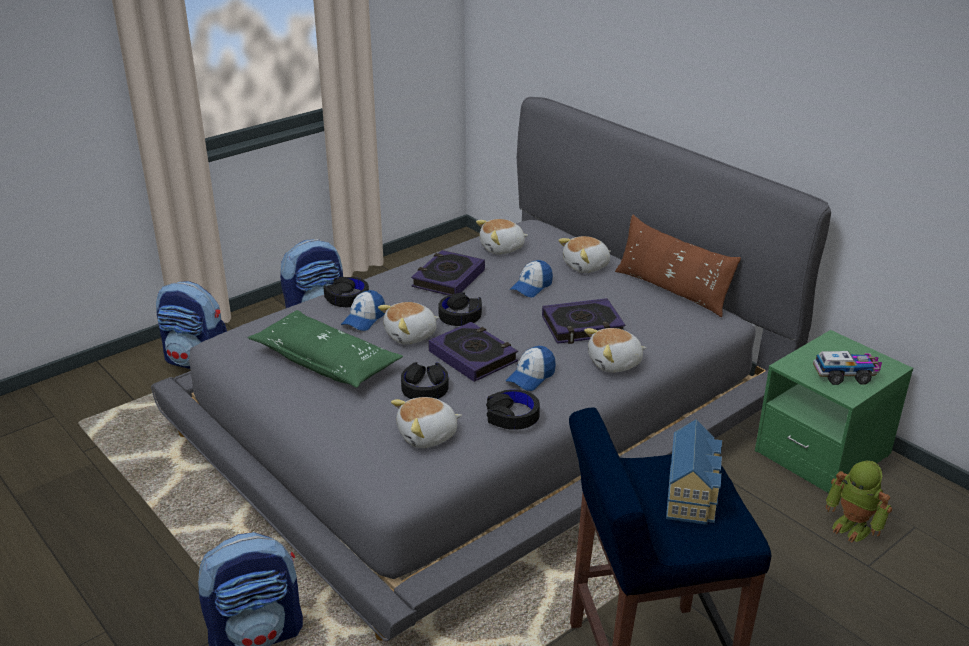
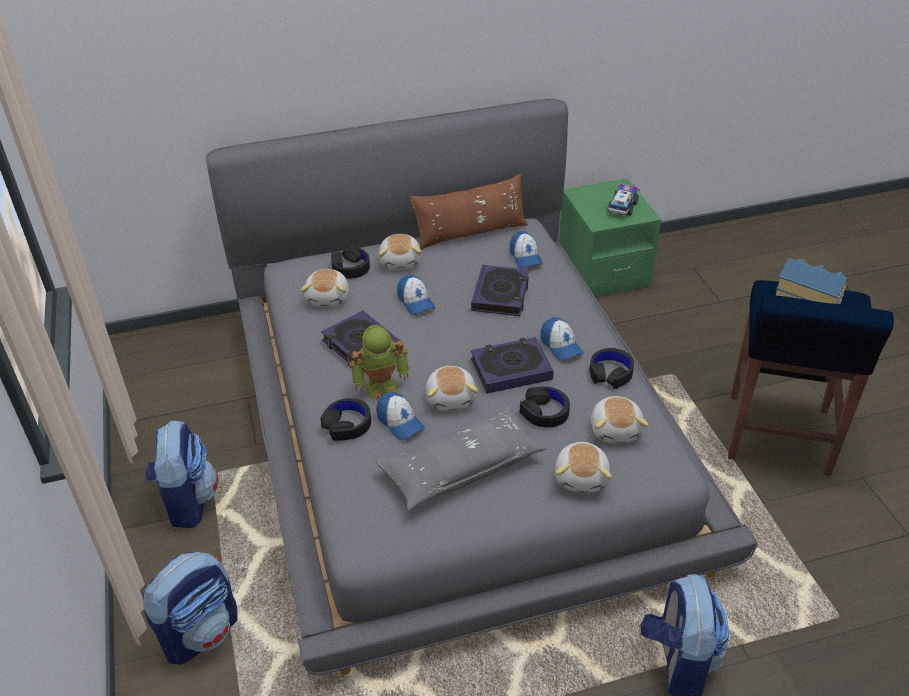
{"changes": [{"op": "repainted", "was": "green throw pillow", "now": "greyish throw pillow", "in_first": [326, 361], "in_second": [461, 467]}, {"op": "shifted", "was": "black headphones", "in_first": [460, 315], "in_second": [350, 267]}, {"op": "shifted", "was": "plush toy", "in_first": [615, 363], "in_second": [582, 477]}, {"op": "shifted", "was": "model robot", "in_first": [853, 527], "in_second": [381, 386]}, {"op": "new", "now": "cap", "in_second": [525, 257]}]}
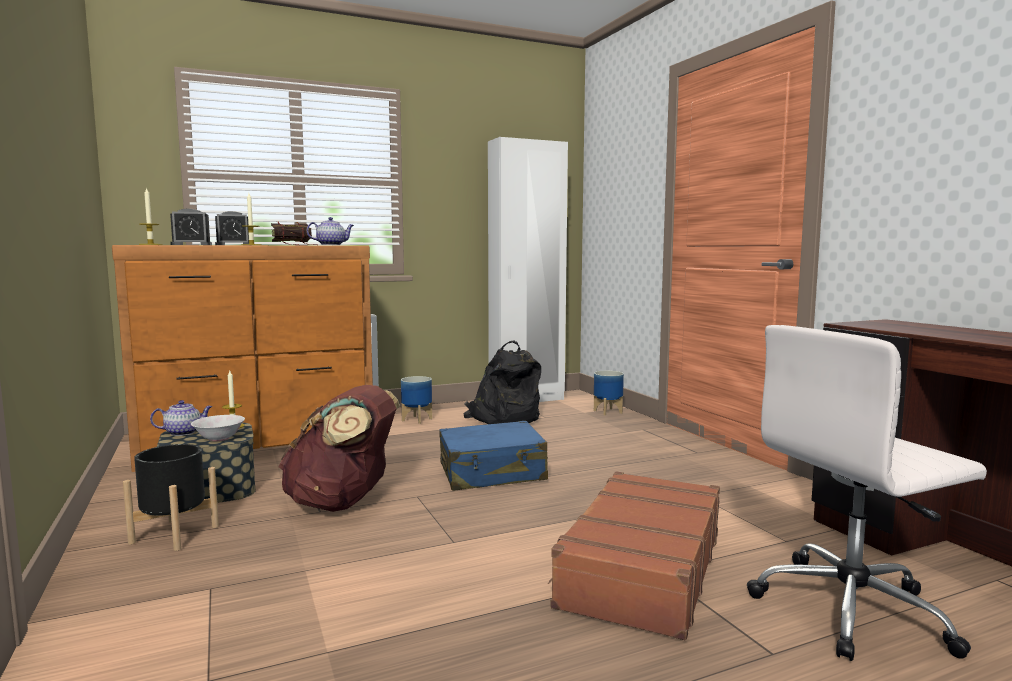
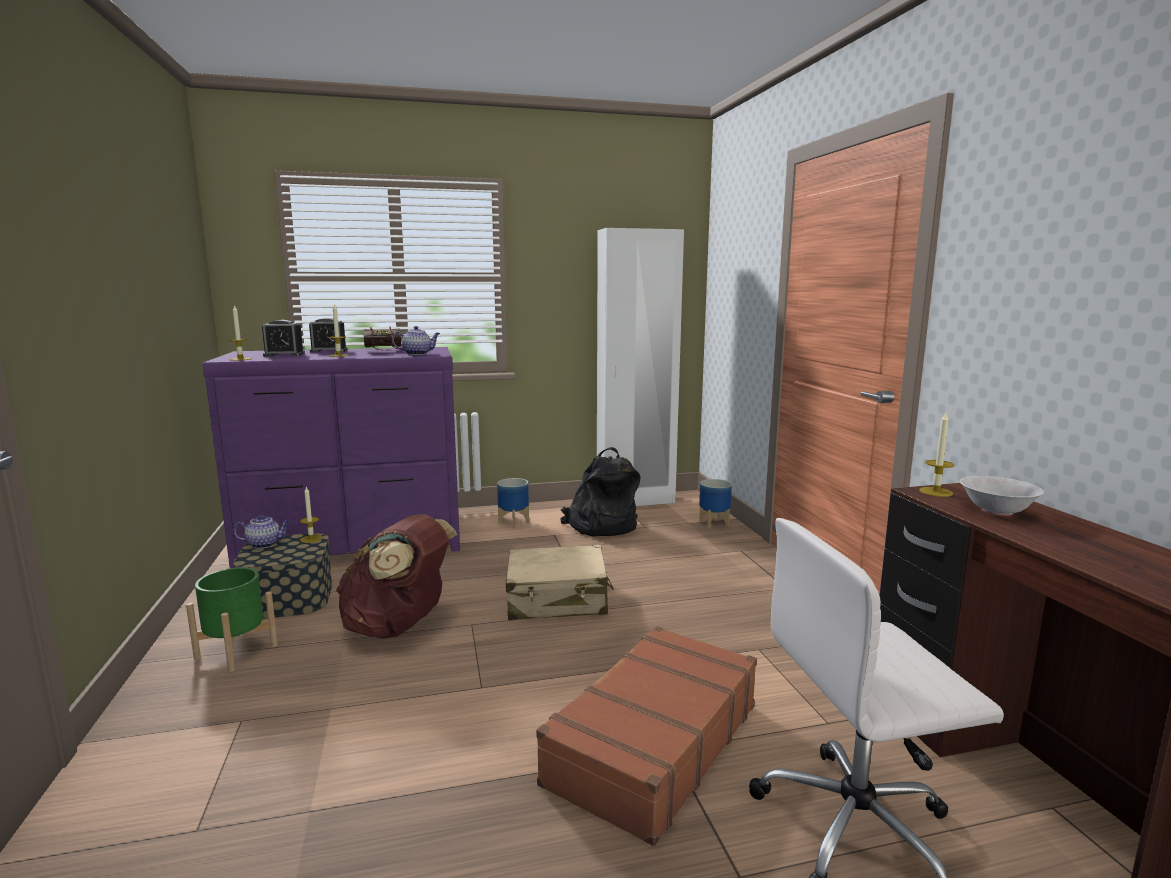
{"changes": [{"op": "repainted", "was": "brown-coloured chest of drawers", "now": "purple chest of drawers", "in_first": [259, 443], "in_second": [354, 543]}, {"op": "repainted", "was": "black plant pot", "now": "green plant pot", "in_first": [175, 534], "in_second": [236, 652]}, {"op": "shifted", "was": "white deep dish", "in_first": [219, 438], "in_second": [996, 511]}, {"op": "repainted", "was": "blue suitcase", "now": "beige suitcase", "in_first": [492, 473], "in_second": [557, 599]}, {"op": "new", "now": "candle", "in_second": [936, 492]}]}
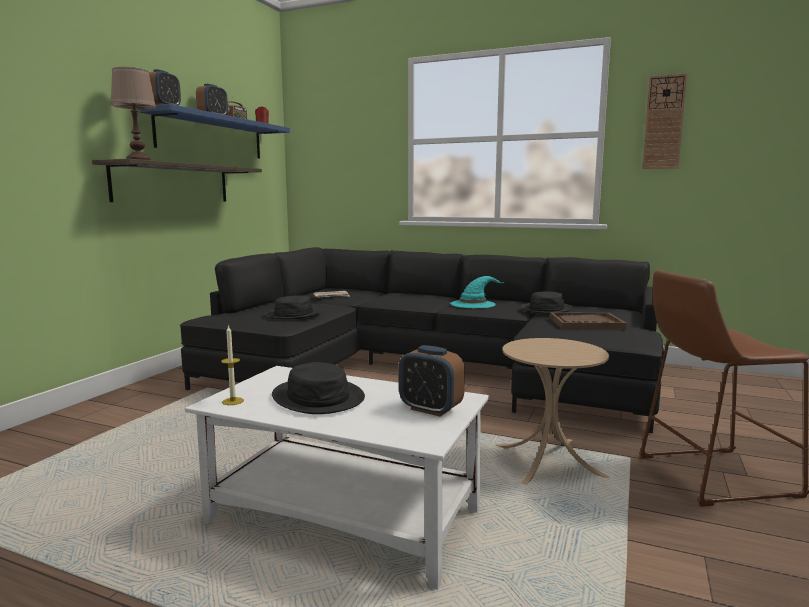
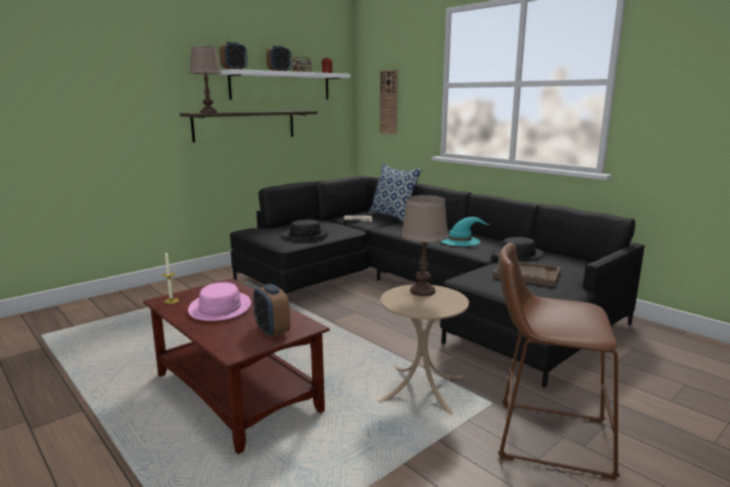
{"changes": [{"op": "repainted", "was": "blue shelf", "now": "white shelf", "in_first": [211, 136], "in_second": [281, 86]}, {"op": "repainted", "was": "white coffee table", "now": "brown-coloured coffee table", "in_first": [346, 517], "in_second": [237, 393]}, {"op": "repainted", "was": "black clothing hat", "now": "pink clothing hat", "in_first": [318, 397], "in_second": [220, 308]}, {"op": "shifted", "was": "wall clock", "in_first": [663, 122], "in_second": [389, 102]}, {"op": "new", "now": "throw pillow", "in_second": [393, 217]}, {"op": "new", "now": "brown-coloured tabletop lamp", "in_second": [422, 291]}]}
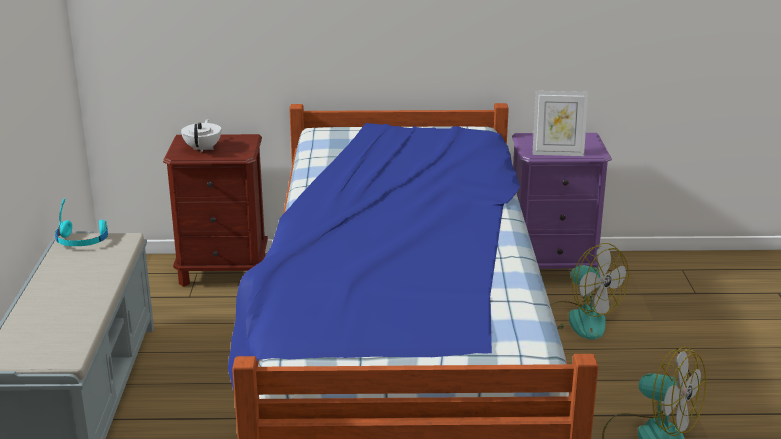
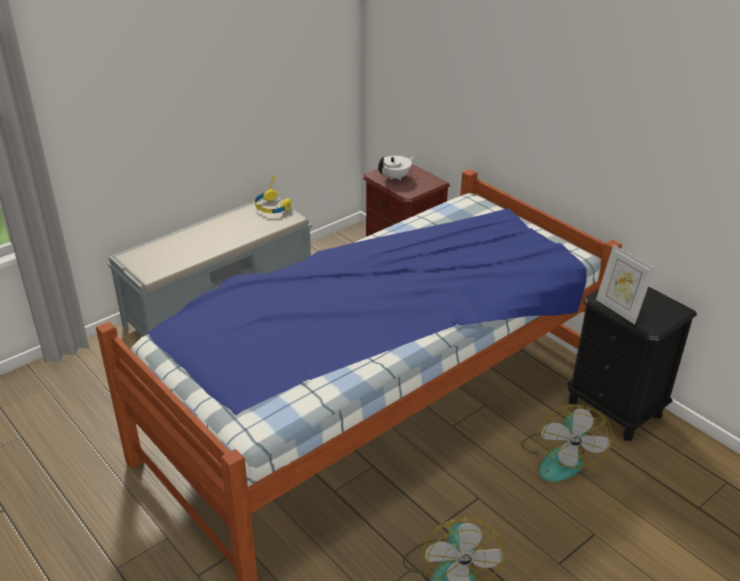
{"changes": [{"op": "repainted", "was": "blue-green headphones", "now": "yellow-coloured headphones", "in_first": [82, 240], "in_second": [272, 207]}, {"op": "repainted", "was": "purple bedside table", "now": "black bedside table", "in_first": [552, 269], "in_second": [614, 408]}]}
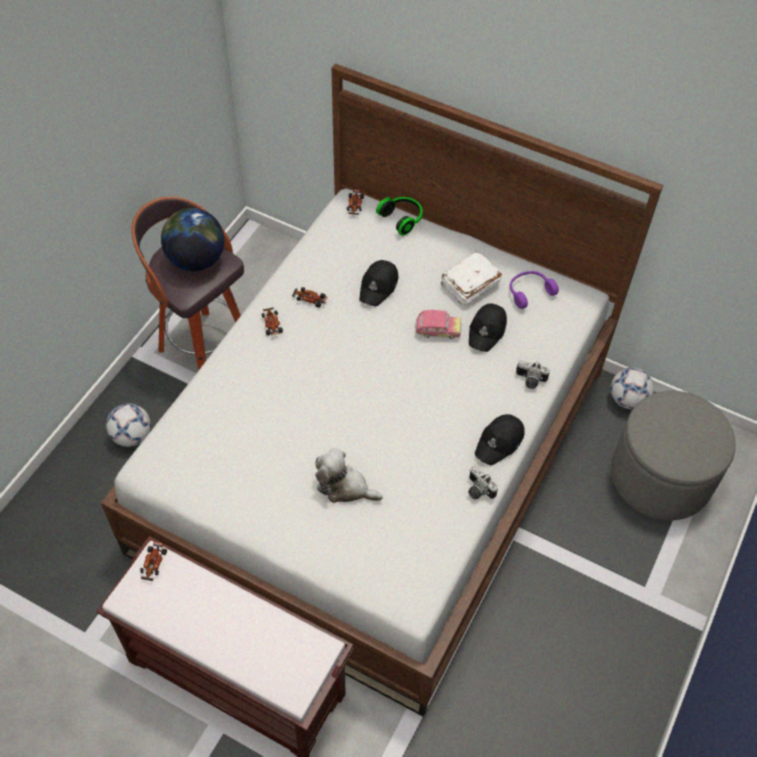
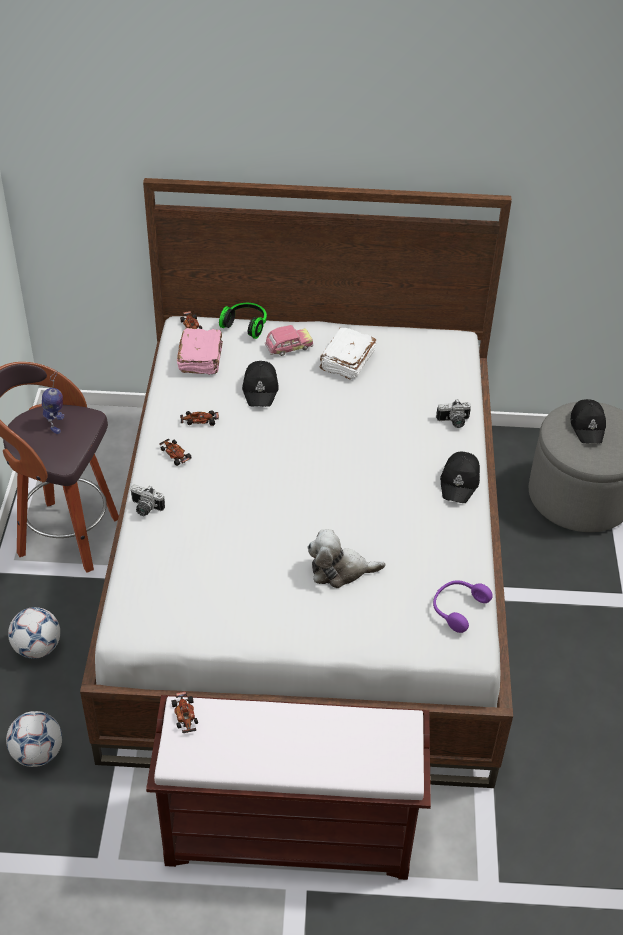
{"changes": [{"op": "swapped", "was": "world globe", "now": "model robot", "in_first": [196, 260], "in_second": [56, 424]}, {"op": "shifted", "was": "miniature car", "in_first": [437, 330], "in_second": [289, 347]}, {"op": "shifted", "was": "still camera", "in_first": [477, 490], "in_second": [145, 508]}, {"op": "shifted", "was": "black cap", "in_first": [487, 330], "in_second": [588, 426]}, {"op": "shifted", "was": "purple headphones", "in_first": [529, 292], "in_second": [457, 608]}, {"op": "shifted", "was": "football ball", "in_first": [627, 400], "in_second": [38, 753]}, {"op": "new", "now": "pink book", "in_second": [201, 359]}]}
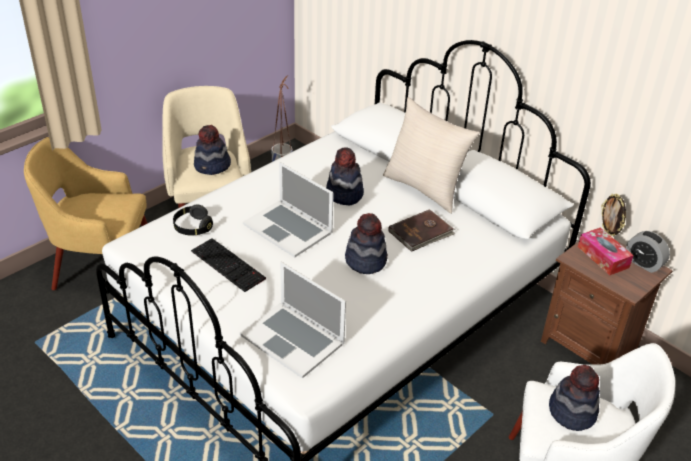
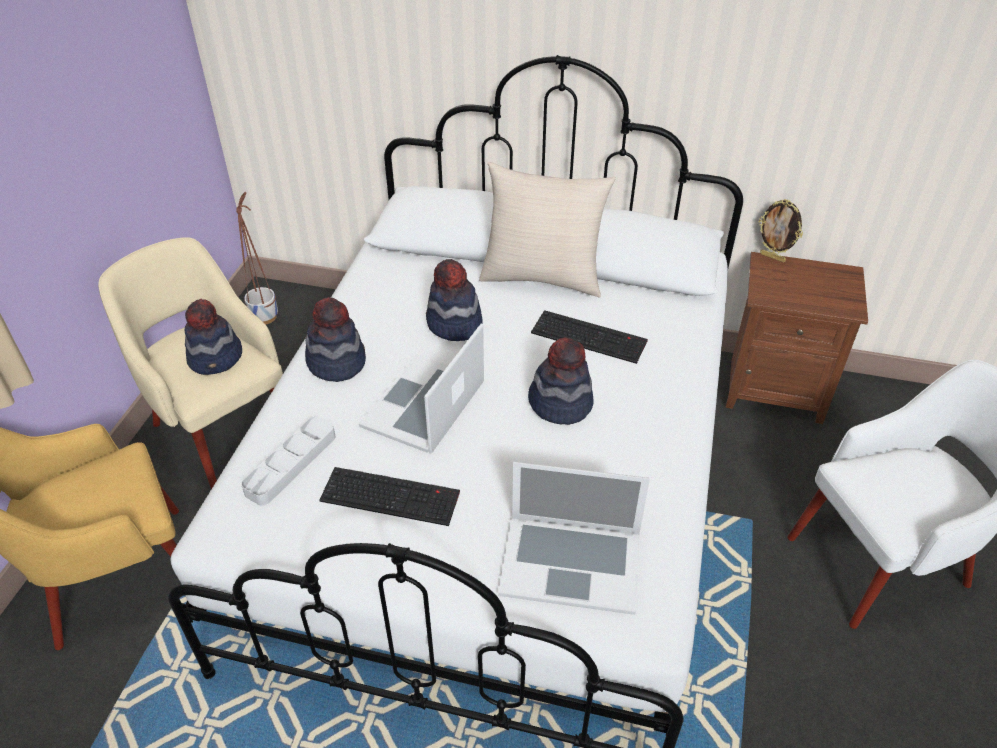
{"changes": [{"op": "swapped", "was": "black headphones", "now": "greyish serving tray", "in_first": [192, 227], "in_second": [291, 464]}, {"op": "rotated", "was": "laptop", "in_first": [288, 228], "in_second": [424, 404], "clockwise": 105}, {"op": "swapped", "was": "brown-coloured book", "now": "keyboard", "in_first": [421, 233], "in_second": [590, 336]}, {"op": "shifted", "was": "clothing hat", "in_first": [572, 412], "in_second": [336, 362]}, {"op": "gone", "was": "tissue holder", "in_first": [603, 257]}, {"op": "gone", "was": "alarm clock", "in_first": [643, 263]}]}
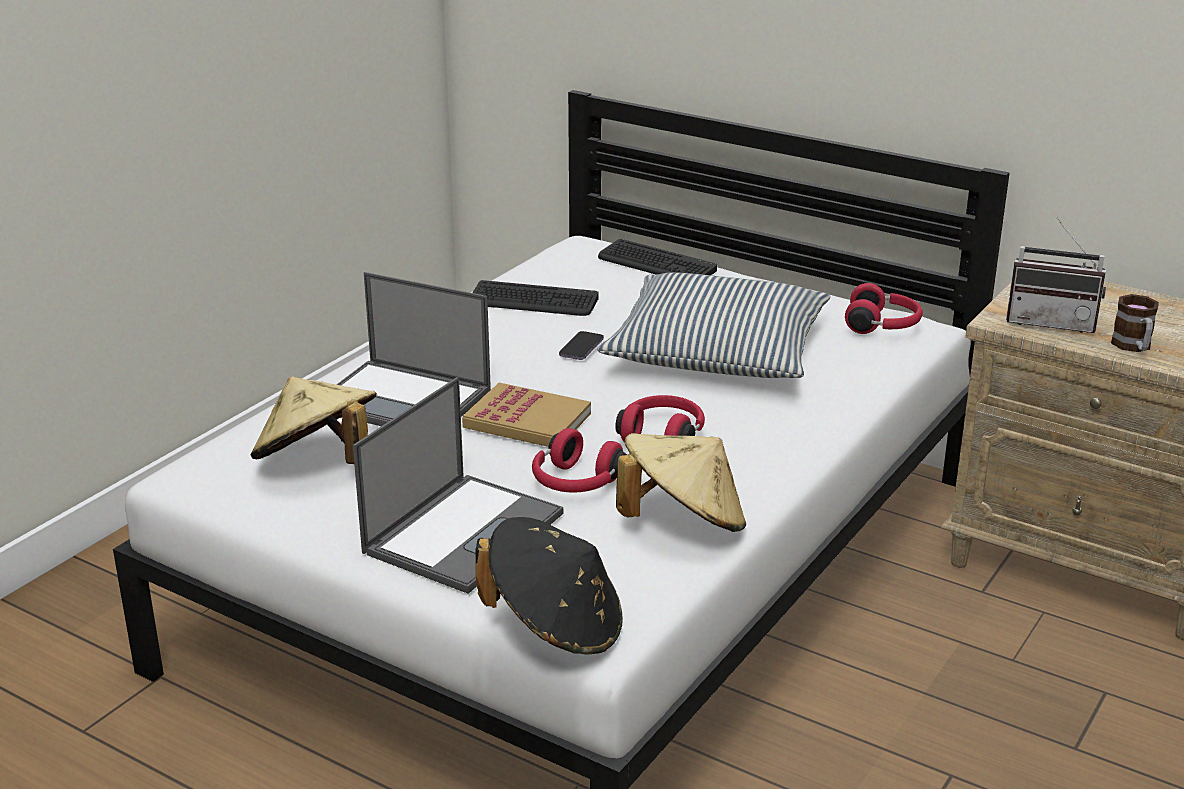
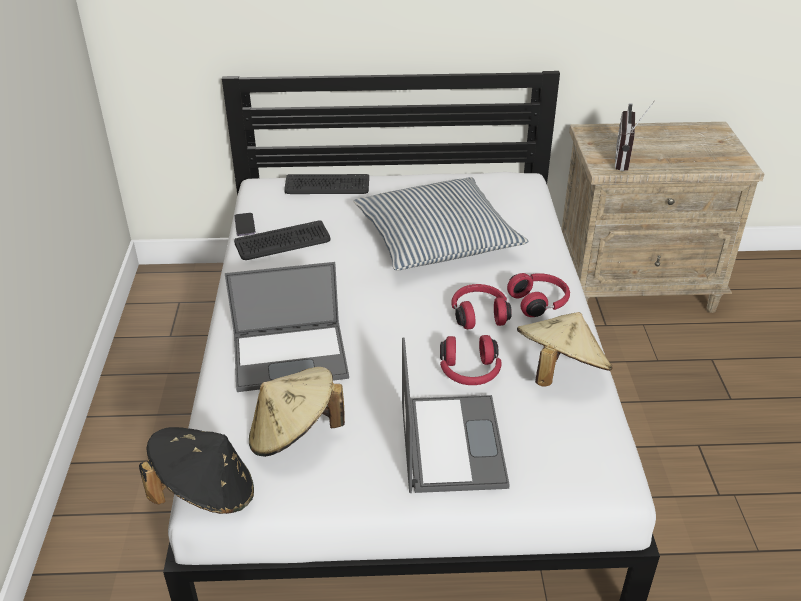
{"changes": [{"op": "gone", "was": "book", "in_first": [527, 421]}, {"op": "shifted", "was": "black clothing hat", "in_first": [555, 627], "in_second": [206, 493]}, {"op": "shifted", "was": "phone", "in_first": [581, 348], "in_second": [245, 225]}, {"op": "shifted", "was": "red headphones", "in_first": [883, 326], "in_second": [539, 302]}, {"op": "rotated", "was": "radio", "in_first": [1052, 322], "in_second": [628, 160], "clockwise": 120}, {"op": "gone", "was": "coffee mug", "in_first": [1134, 347]}]}
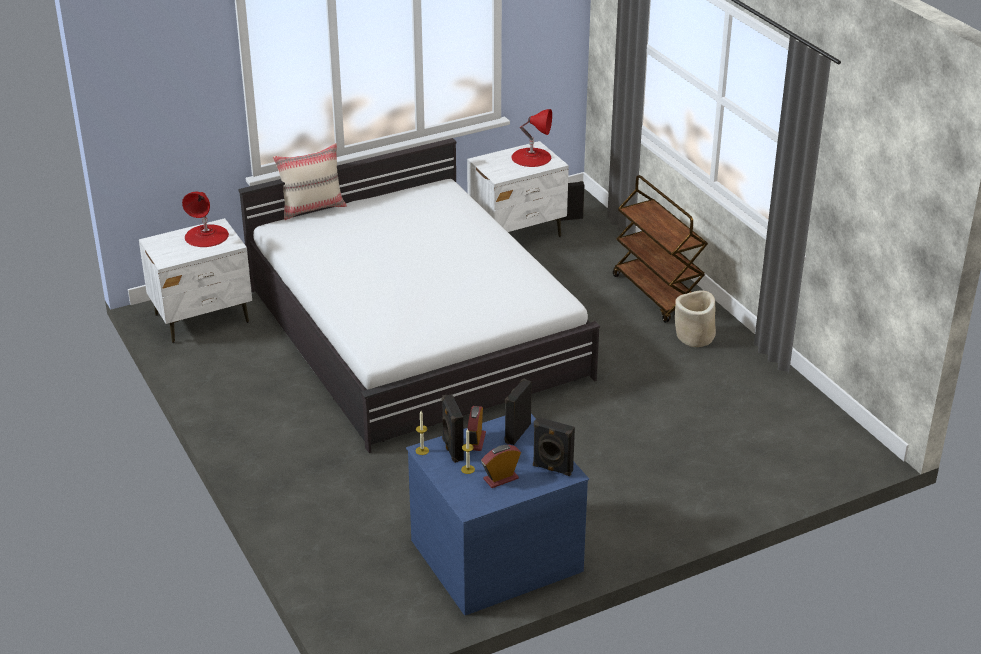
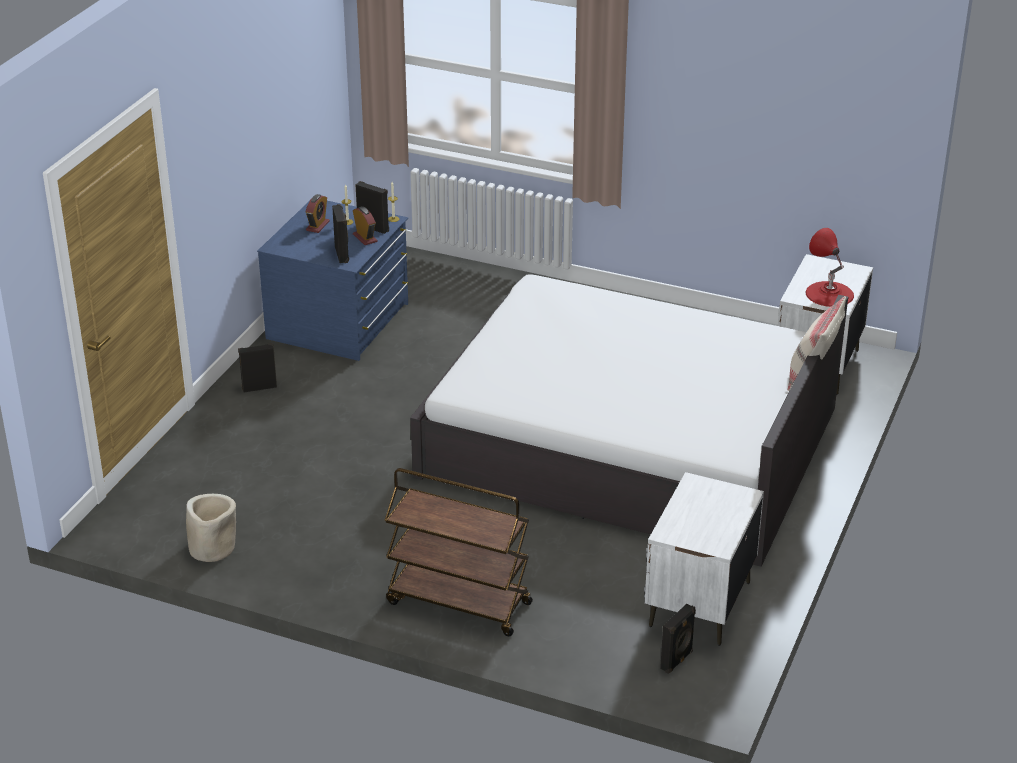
{"changes": [{"op": "gone", "was": "red tabletop lamp", "in_first": [531, 157]}, {"op": "shifted", "was": "black audio speaker", "in_first": [552, 469], "in_second": [259, 387]}, {"op": "shifted", "was": "beige plant pot", "in_first": [694, 337], "in_second": [213, 549]}]}
